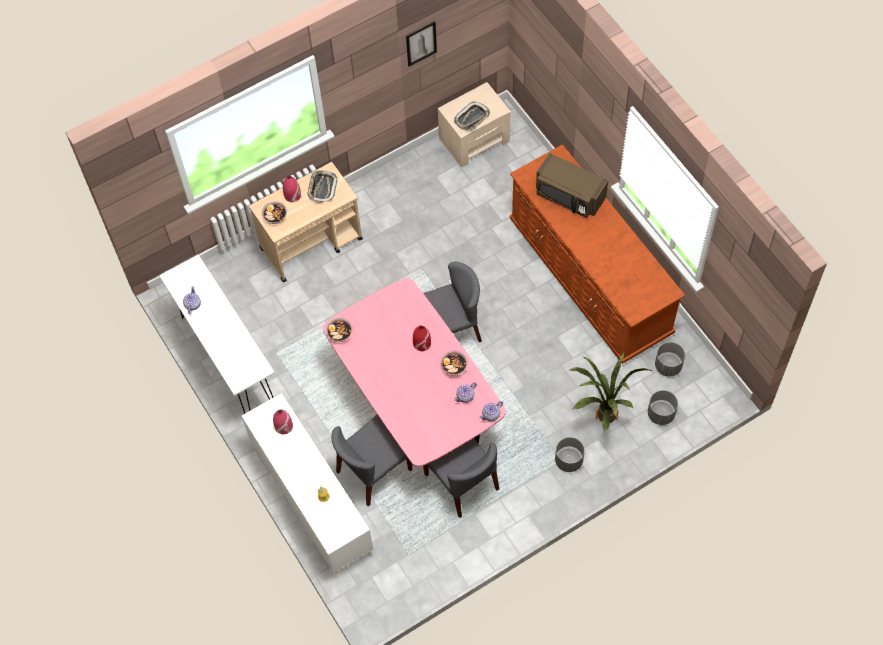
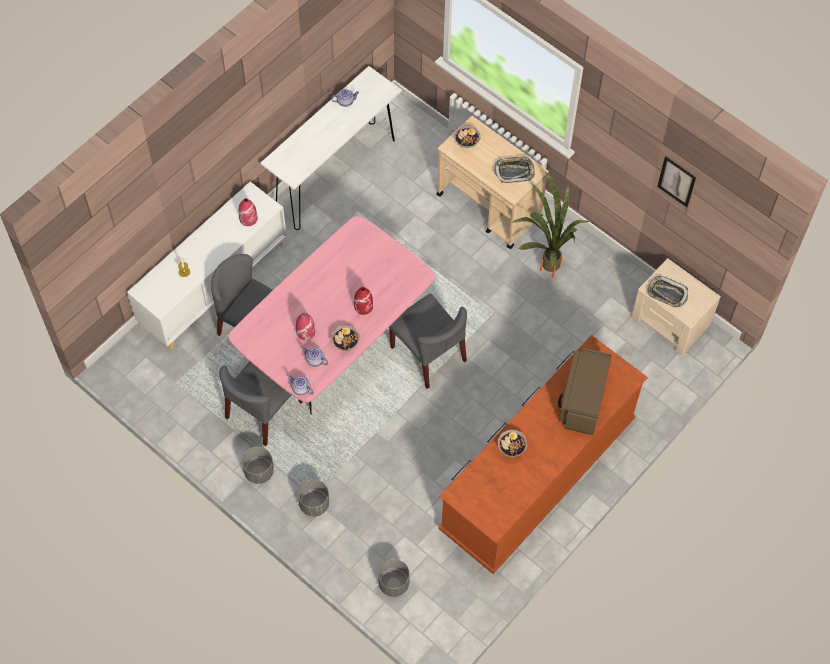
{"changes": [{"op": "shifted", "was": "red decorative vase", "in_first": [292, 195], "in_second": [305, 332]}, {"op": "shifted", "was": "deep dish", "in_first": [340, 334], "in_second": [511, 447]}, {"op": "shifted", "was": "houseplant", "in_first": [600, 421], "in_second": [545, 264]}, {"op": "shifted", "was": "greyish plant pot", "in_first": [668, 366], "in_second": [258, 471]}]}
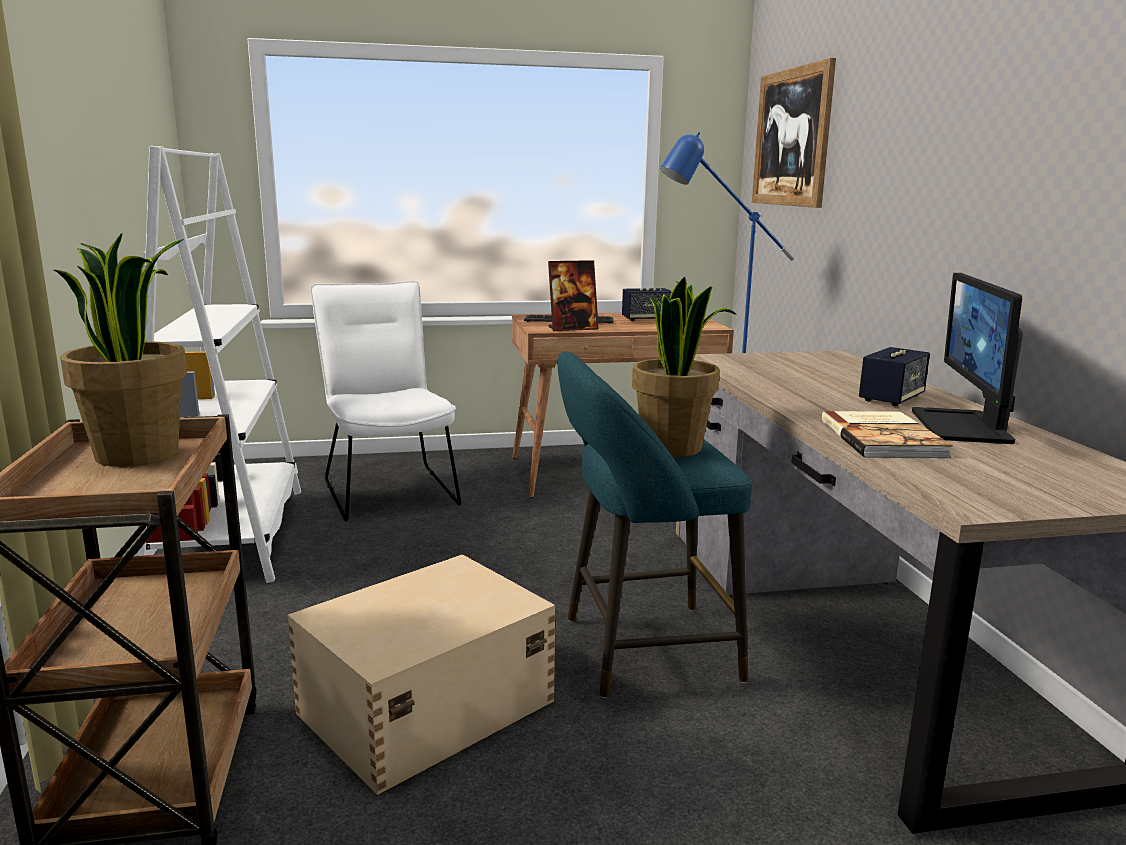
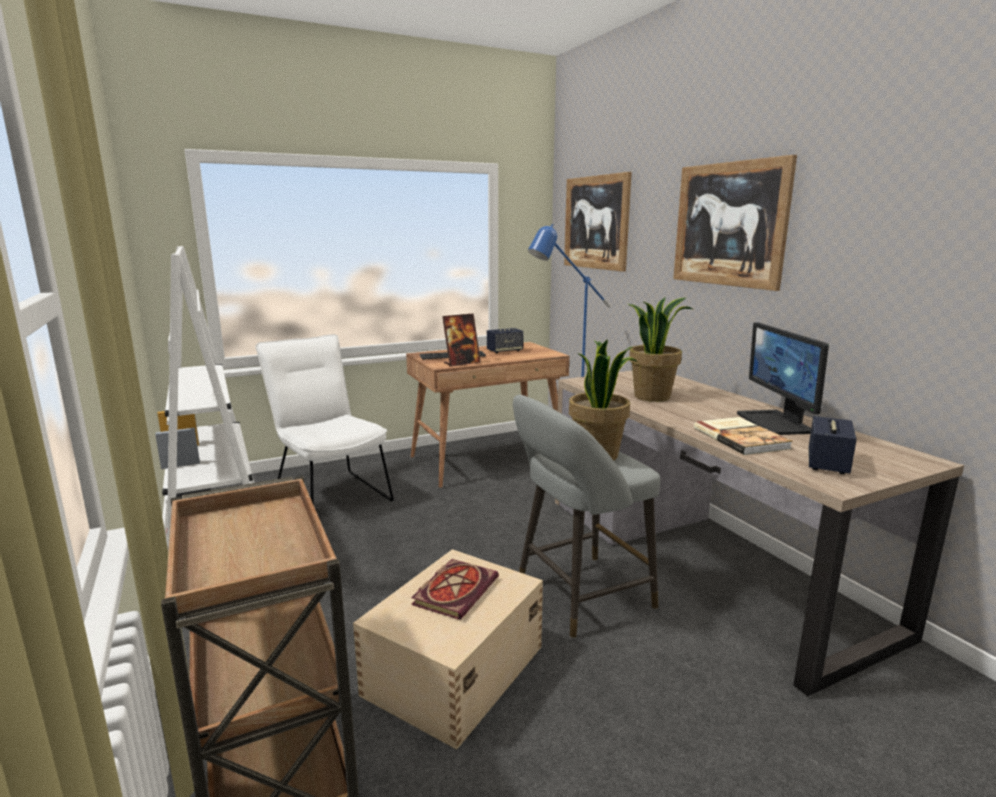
{"changes": [{"op": "shifted", "was": "houseplant", "in_first": [139, 454], "in_second": [652, 396]}, {"op": "repainted", "was": "blue-green stool", "now": "greyish stool", "in_first": [640, 650], "in_second": [578, 597]}, {"op": "shifted", "was": "audio speaker", "in_first": [891, 398], "in_second": [827, 463]}, {"op": "new", "now": "book", "in_second": [455, 590]}, {"op": "new", "now": "wall picture", "in_second": [729, 224]}]}
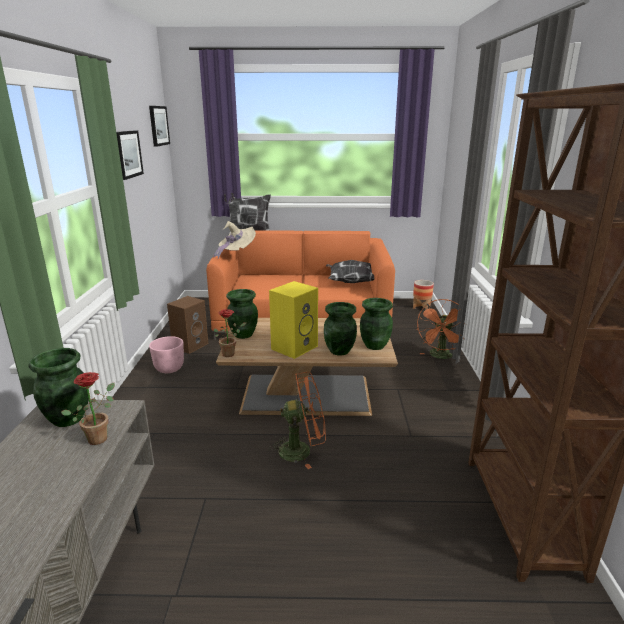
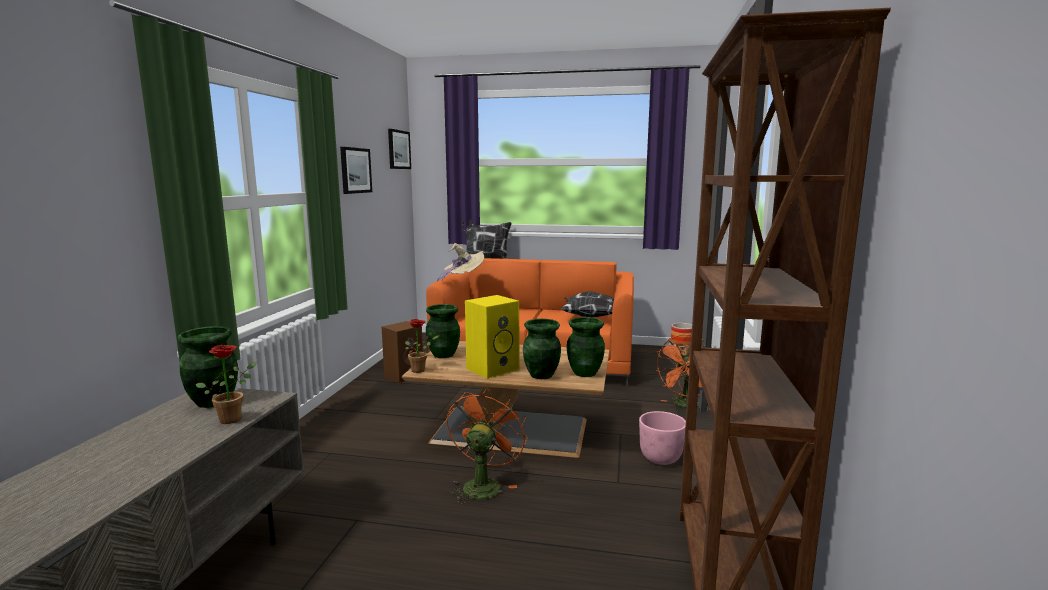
{"changes": [{"op": "shifted", "was": "pink plant pot", "in_first": [170, 369], "in_second": [661, 458]}, {"op": "rotated", "was": "orangey cooling fan", "in_first": [302, 450], "in_second": [483, 484], "clockwise": -75}]}
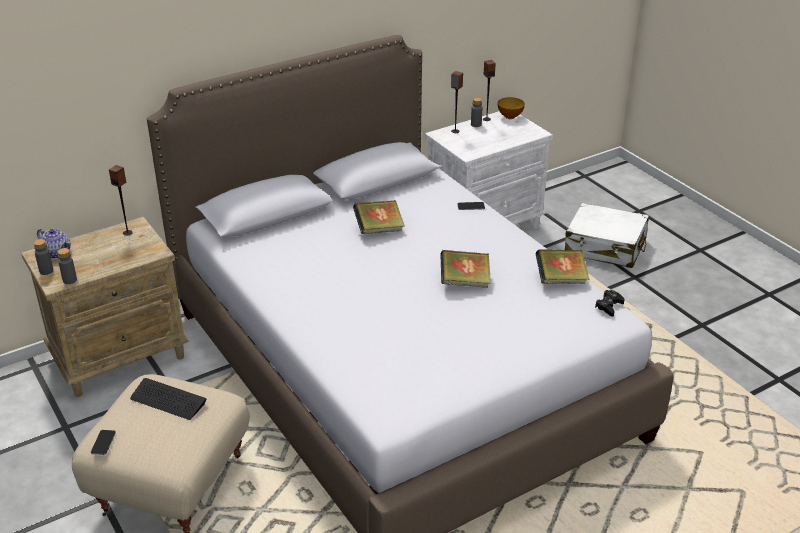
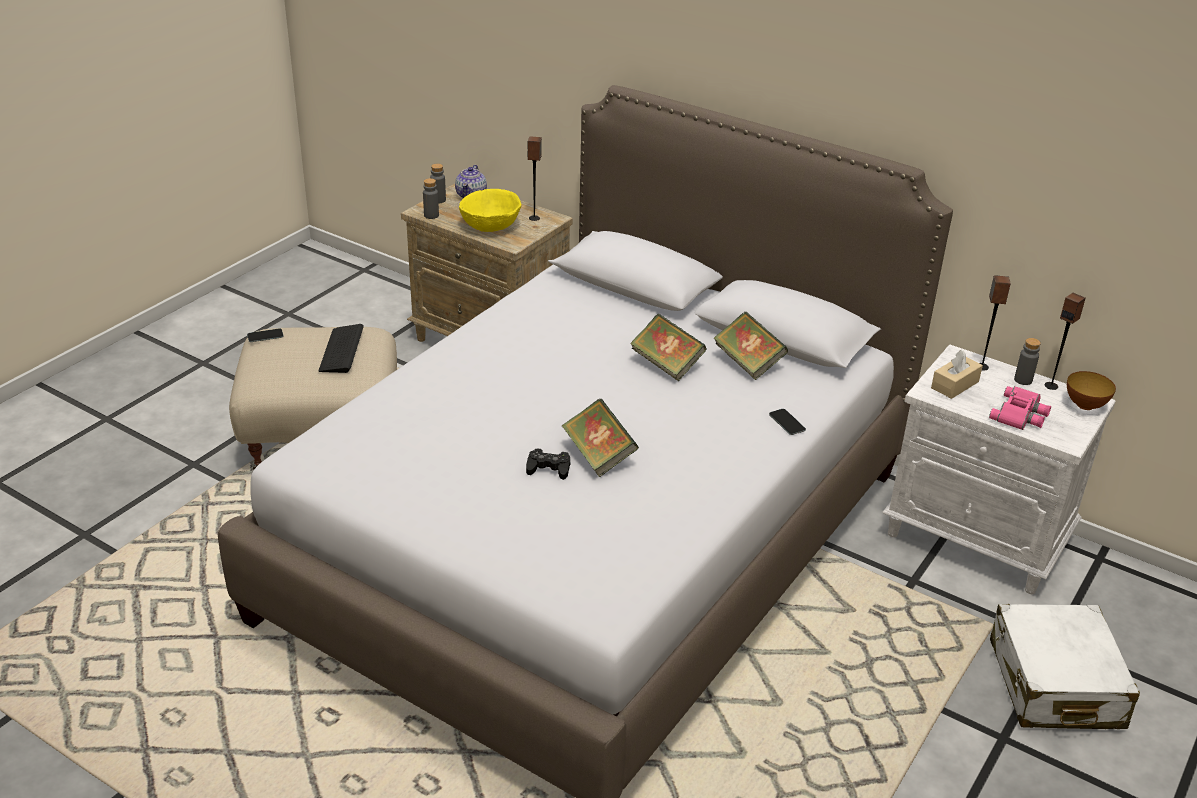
{"changes": [{"op": "shifted", "was": "book", "in_first": [560, 280], "in_second": [748, 363]}, {"op": "shifted", "was": "black joypad", "in_first": [609, 306], "in_second": [548, 468]}, {"op": "new", "now": "yellow-coloured deep dish", "in_second": [489, 225]}, {"op": "new", "now": "beige tissue holder", "in_second": [955, 385]}, {"op": "new", "now": "pink field glasses", "in_second": [1020, 414]}]}
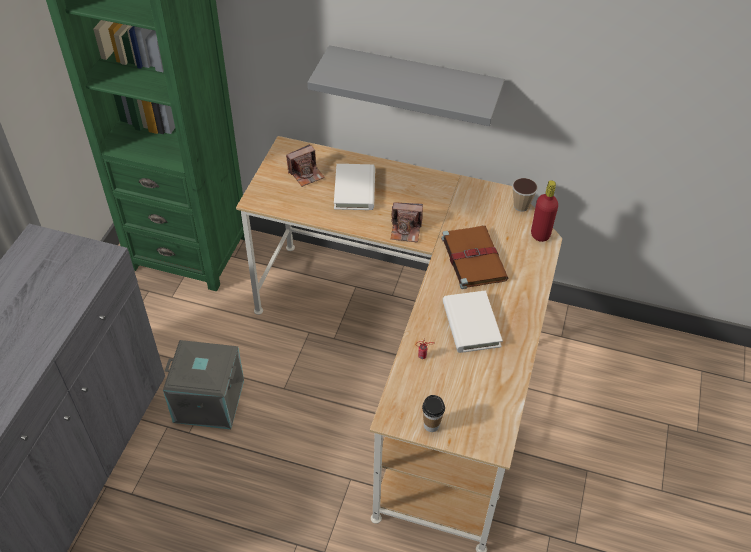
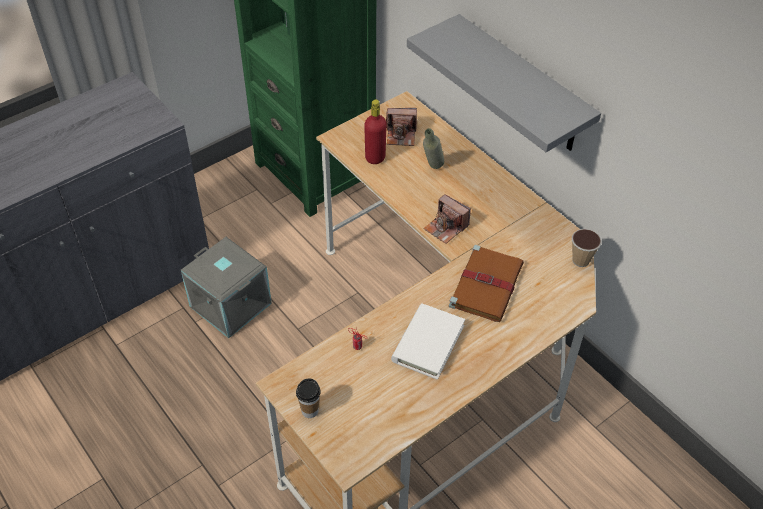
{"changes": [{"op": "swapped", "was": "white book", "now": "greyish bottle", "in_first": [355, 190], "in_second": [432, 169]}, {"op": "shifted", "was": "red bottle", "in_first": [540, 234], "in_second": [375, 158]}]}
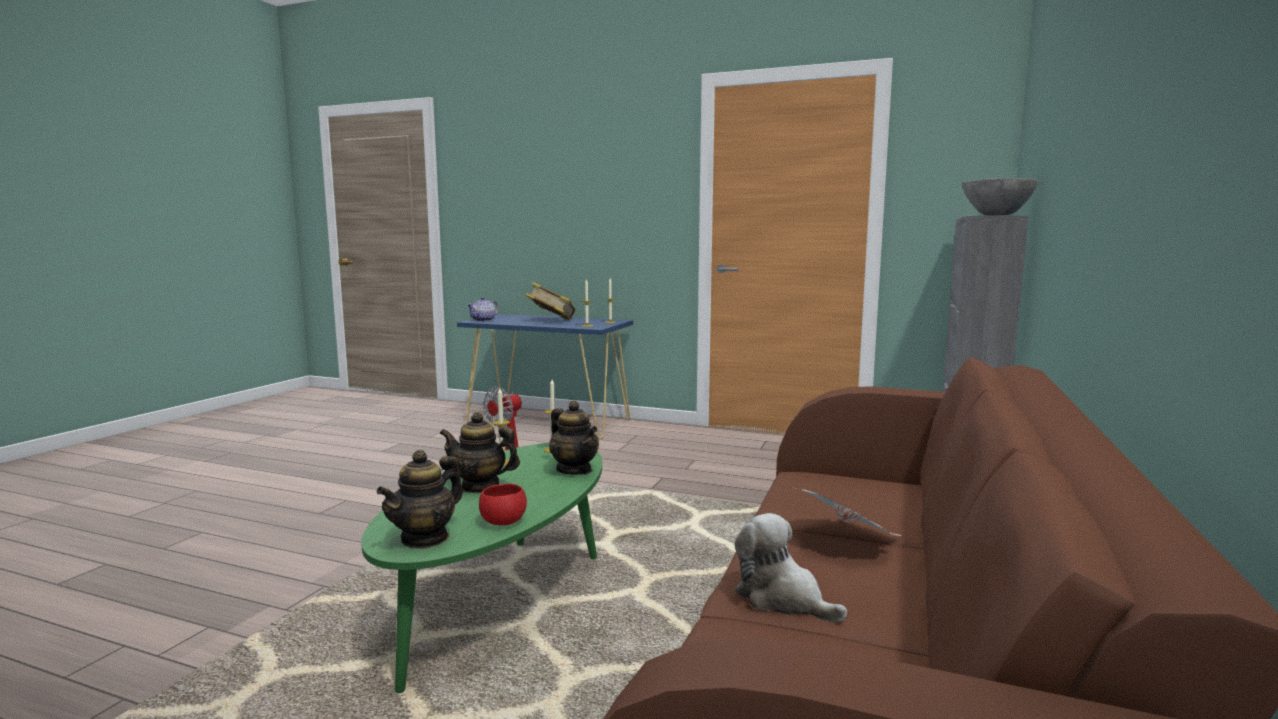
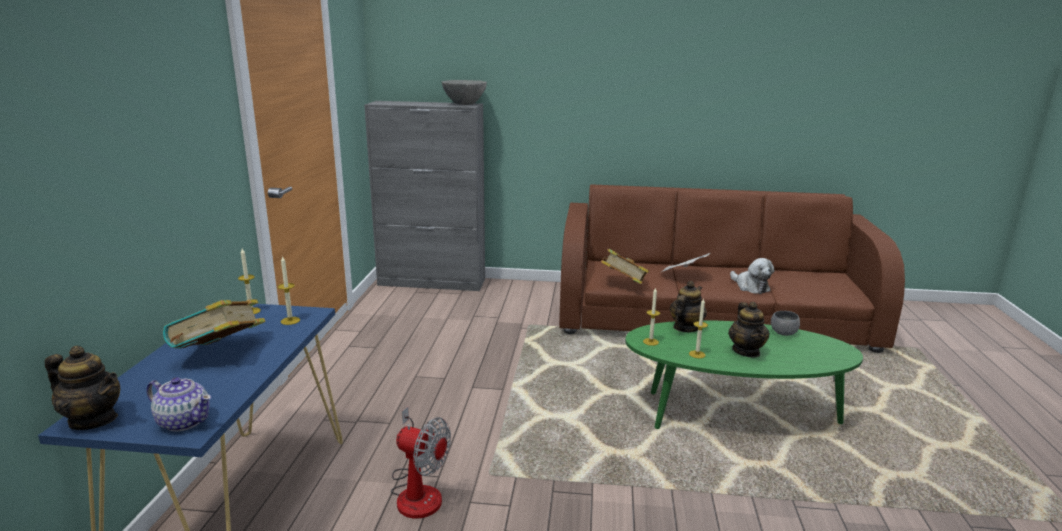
{"changes": [{"op": "shifted", "was": "tea pot", "in_first": [425, 538], "in_second": [93, 420]}, {"op": "repainted", "was": "red deep dish", "now": "greyish deep dish", "in_first": [503, 522], "in_second": [783, 333]}, {"op": "rotated", "was": "plush toy", "in_first": [782, 599], "in_second": [750, 287], "clockwise": -60}, {"op": "new", "now": "book", "in_second": [623, 285]}]}
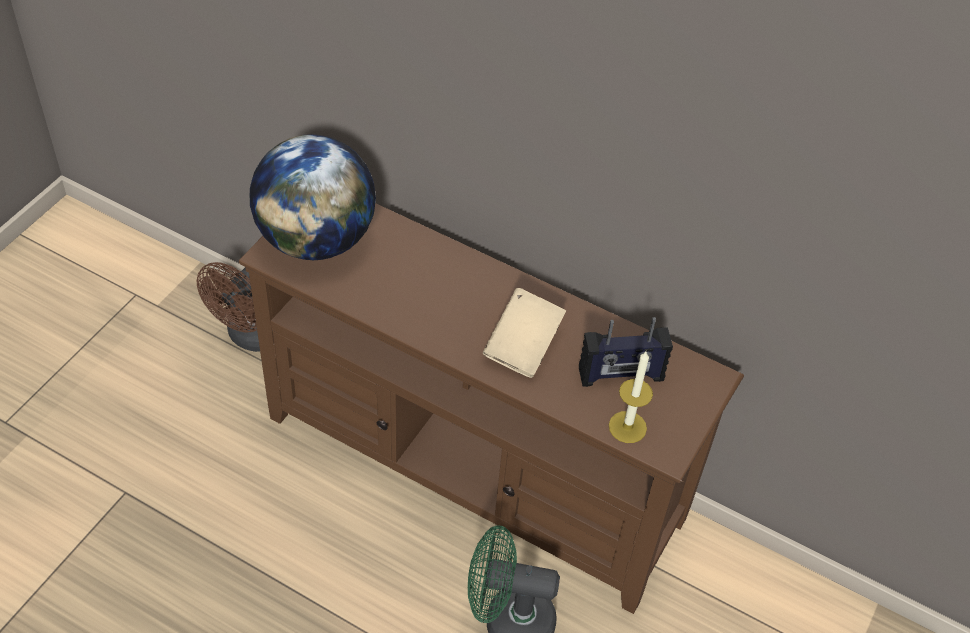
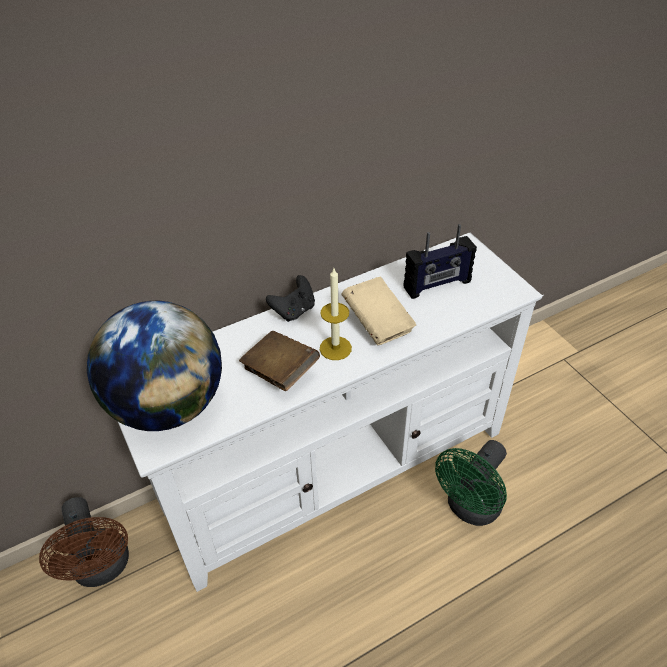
{"changes": [{"op": "repainted", "was": "brown-coloured media console", "now": "white media console", "in_first": [474, 468], "in_second": [336, 469]}, {"op": "rotated", "was": "radio", "in_first": [621, 375], "in_second": [437, 285], "clockwise": 45}, {"op": "shifted", "was": "candle", "in_first": [627, 427], "in_second": [335, 348]}, {"op": "new", "now": "brown-coloured book", "in_second": [280, 372]}, {"op": "new", "now": "black joypad", "in_second": [294, 311]}]}
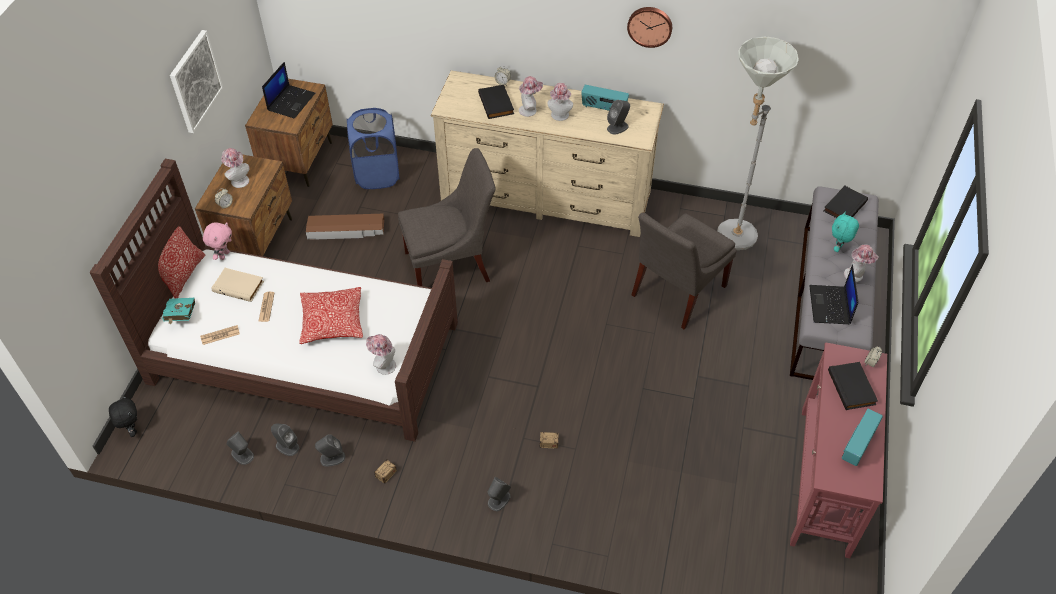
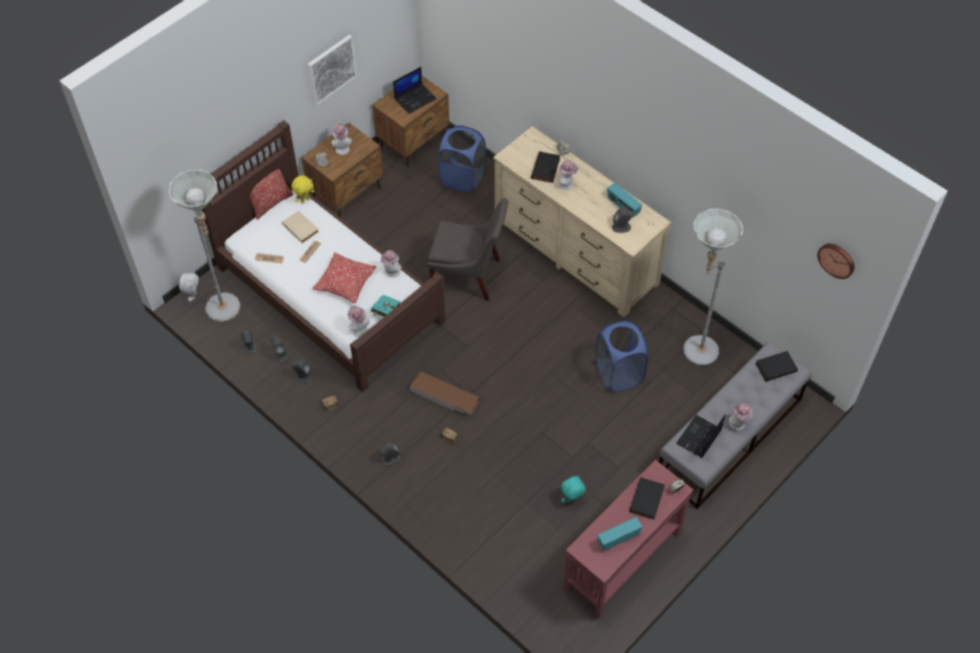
{"changes": [{"op": "repainted", "was": "black plush toy", "now": "white plush toy", "in_first": [132, 430], "in_second": [193, 296]}, {"op": "shifted", "was": "blue-green book", "in_first": [180, 317], "in_second": [385, 312]}, {"op": "repainted", "was": "pink plush toy", "now": "yellow-coloured plush toy", "in_first": [224, 255], "in_second": [305, 200]}, {"op": "shifted", "was": "brown-coloured storage container", "in_first": [346, 230], "in_second": [445, 397]}, {"op": "shifted", "was": "clothing hat", "in_first": [559, 116], "in_second": [391, 272]}, {"op": "shifted", "was": "wall clock", "in_first": [650, 25], "in_second": [837, 259]}, {"op": "swapped", "was": "greyish upright chair", "now": "blue hamper", "in_first": [676, 293], "in_second": [618, 374]}, {"op": "shifted", "was": "blue-green plush toy", "in_first": [838, 248], "in_second": [571, 500]}, {"op": "new", "now": "greyish floor lamp", "in_second": [227, 312]}]}
